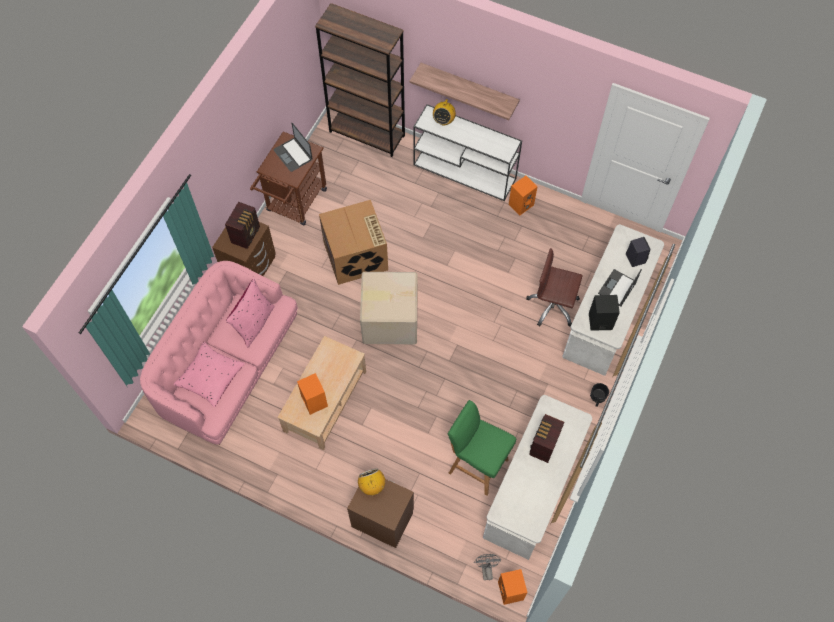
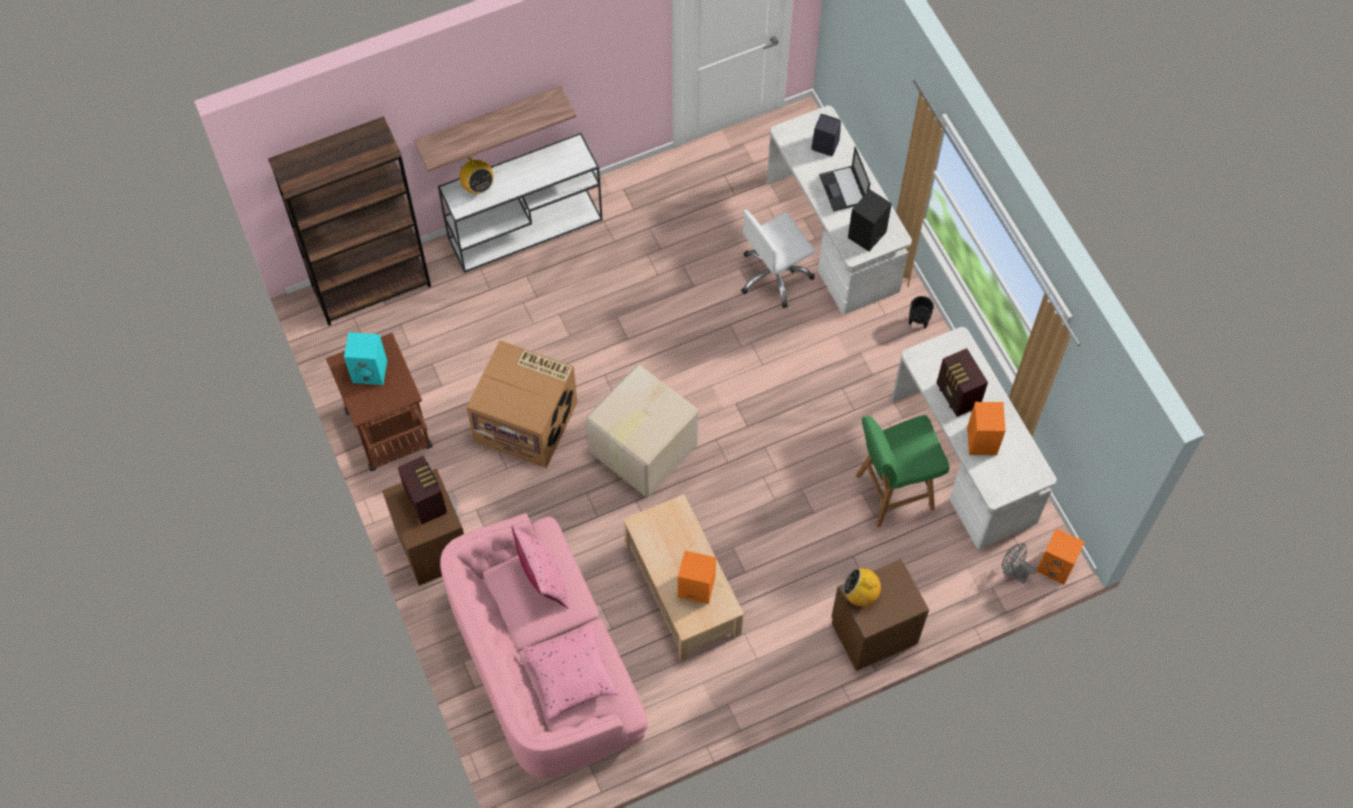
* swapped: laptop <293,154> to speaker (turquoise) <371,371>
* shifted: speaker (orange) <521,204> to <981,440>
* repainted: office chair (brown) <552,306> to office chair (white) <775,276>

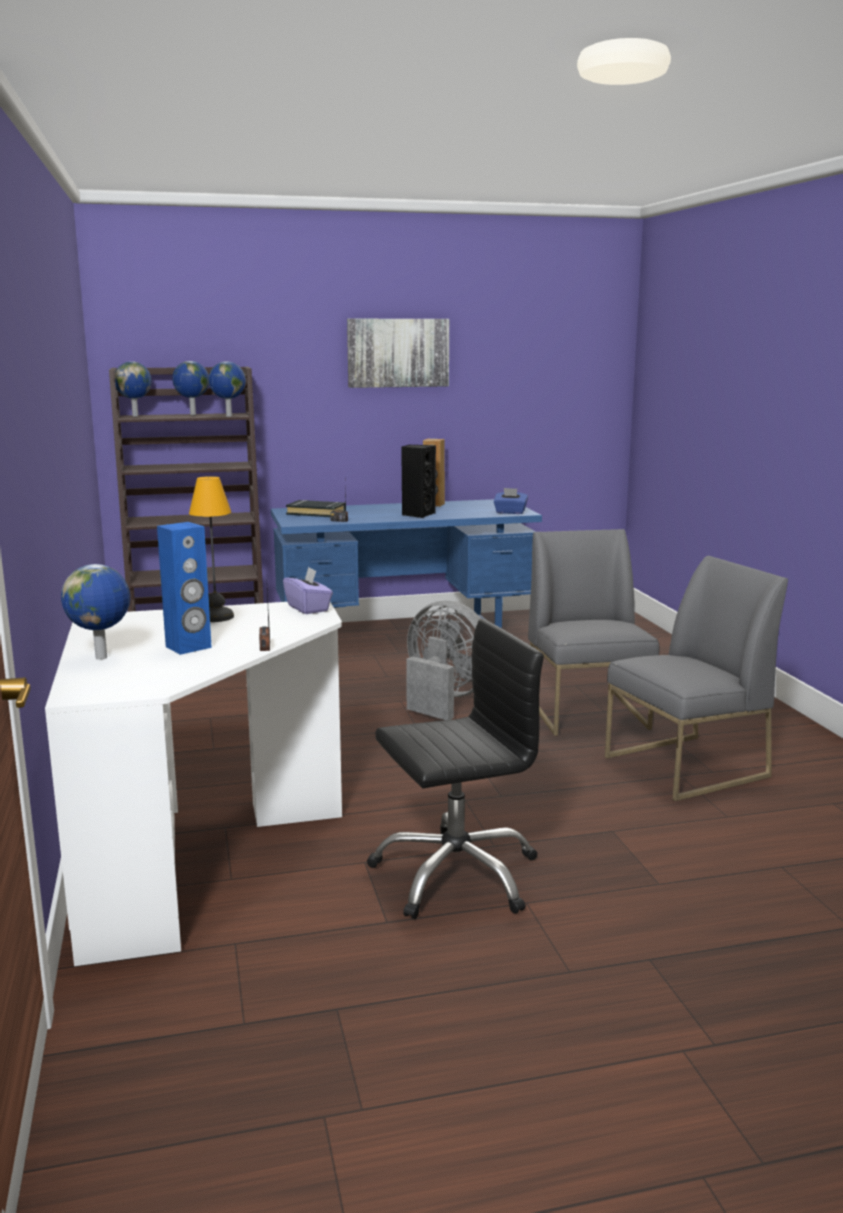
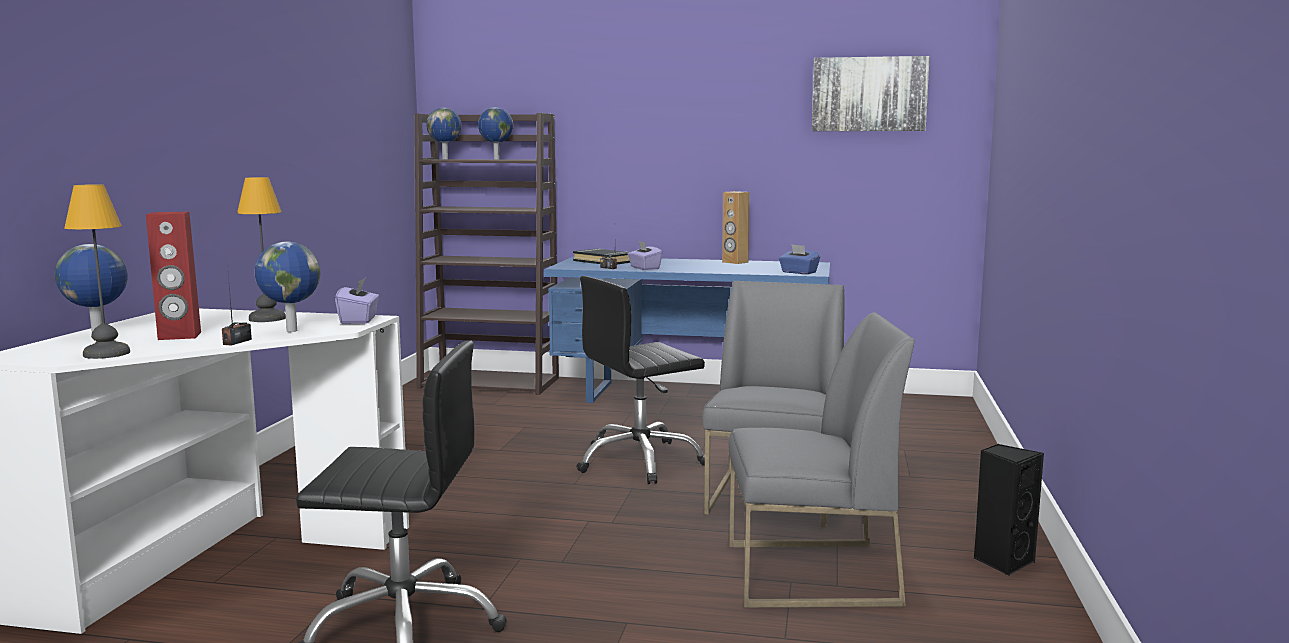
* shifted: picture <398,353> to <869,94>
* shifted: globe <228,416> to <290,331>
* shifted: speaker (black) <418,514> to <1002,561>
* repainted: speaker (blue) <188,647> to speaker (red) <179,336>
* swapped: fan (grey) <444,699> to office chair (black) <640,461>
* new: table lamp <108,353>
* new: tissue box (purple) <644,268>

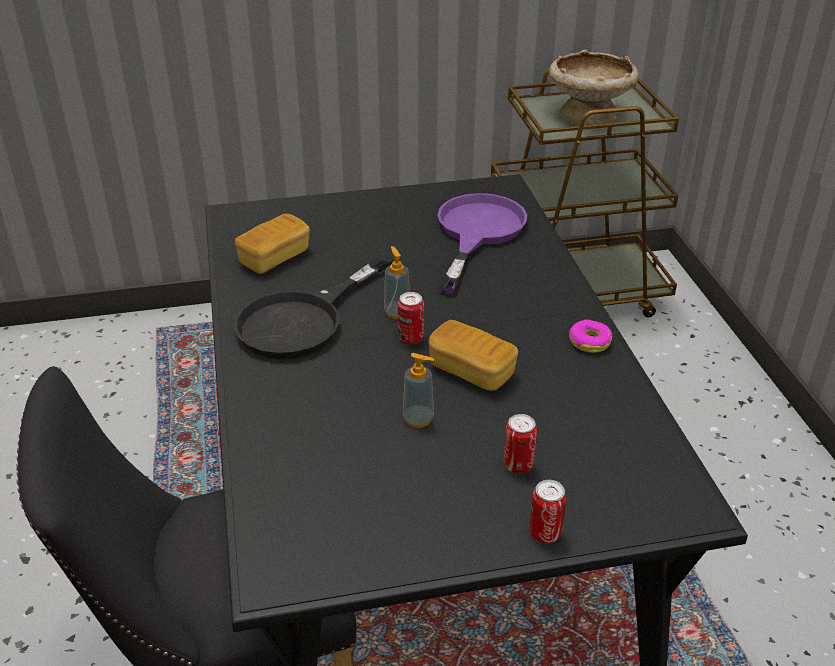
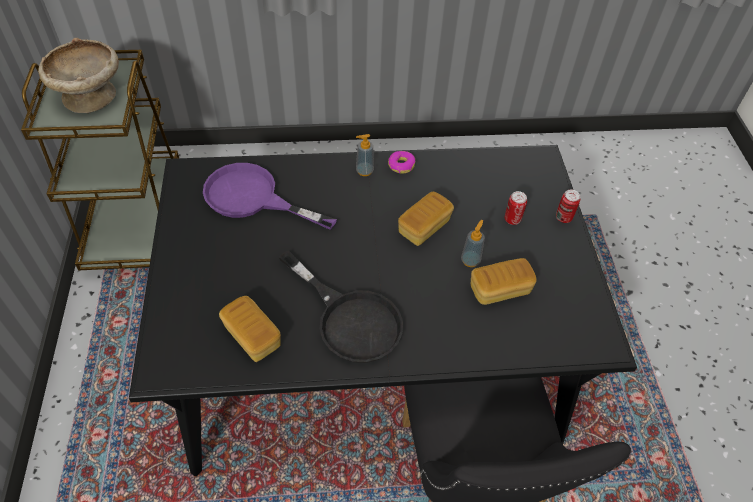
* shifted: soap dispenser <397,312> to <364,171>
* gone: can <411,338>
* new: bread <500,289>

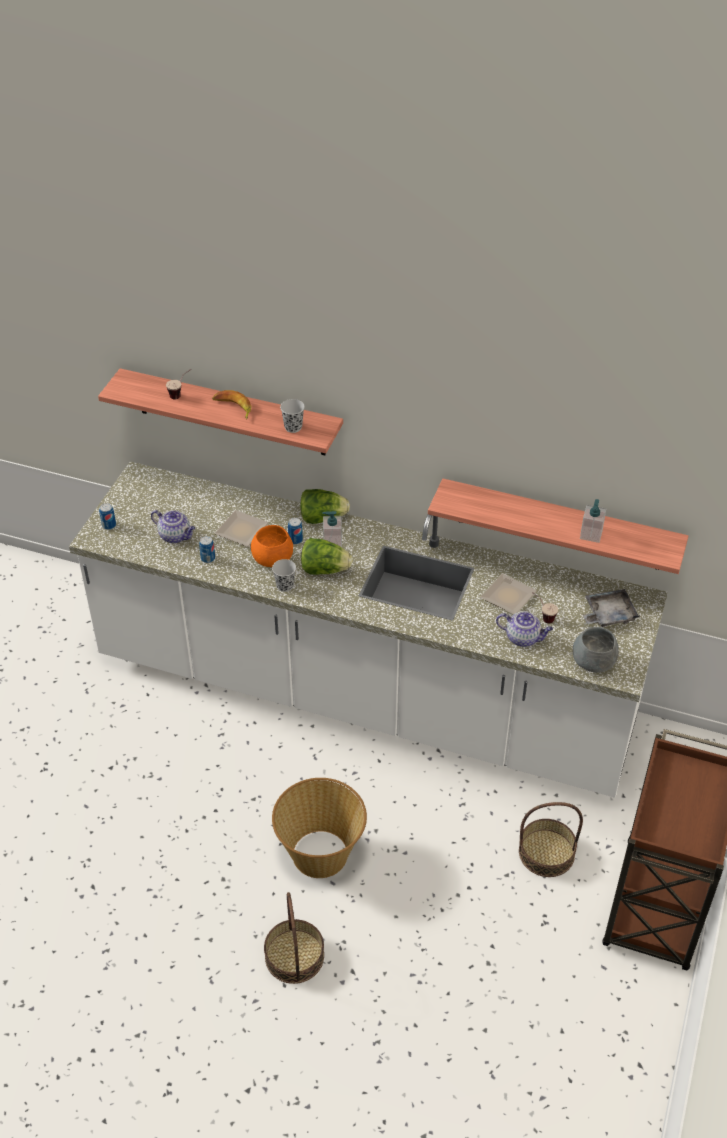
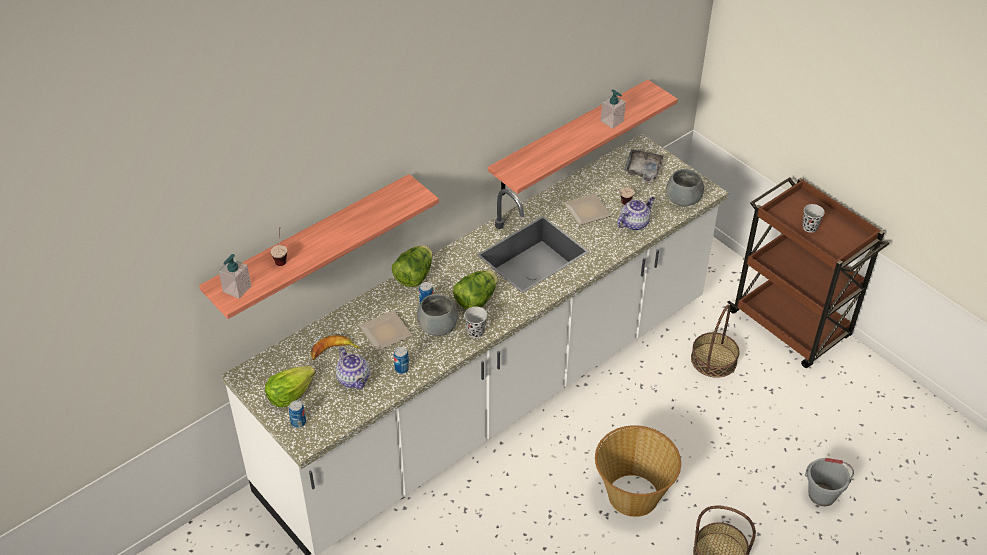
* shifted: banana <233,407> to <333,351>
* shifted: cup (black) <293,427> to <809,227>
* rotated: teapot <176,536> = <354,379> 90 degrees clockwise
* shifted: soap dispenser <332,542> to <237,289>
* repainted: bowl (orange) <273,559> to bowl (grey) <438,327>
* new: lettuce <289,395>
* new: bucket (grey) <822,494>

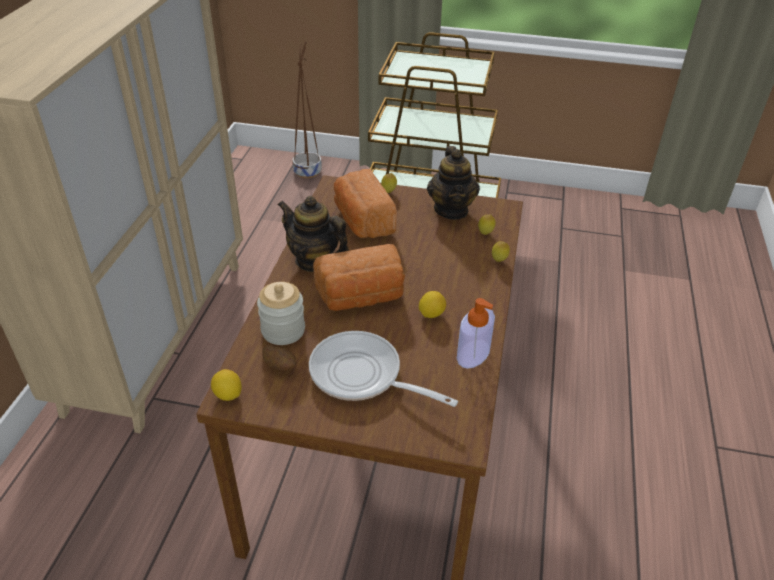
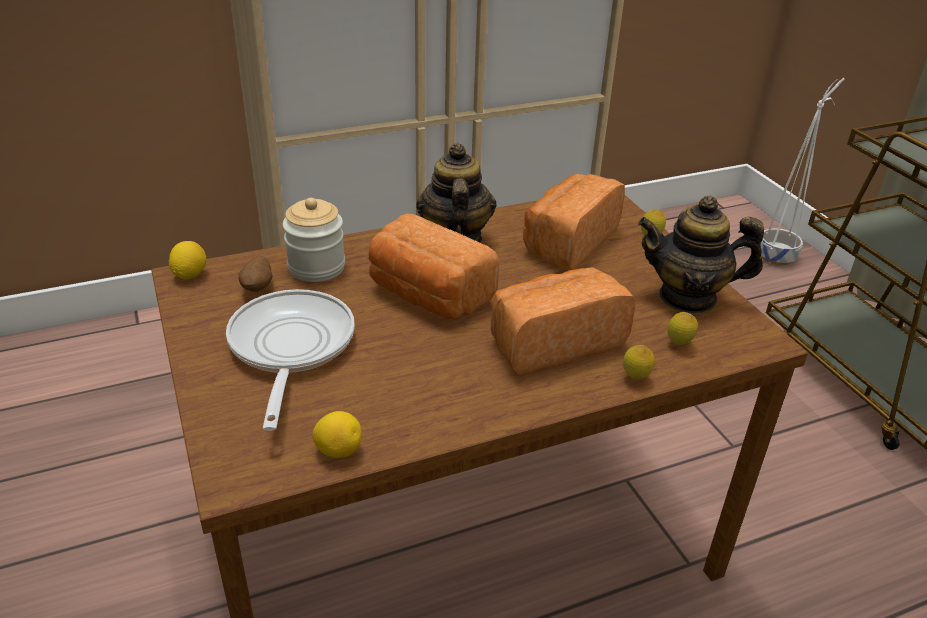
* repainted: planter (brown) <308,171> to planter (white) <777,256>
* rotated: teapot <451,210> = <688,297> 45 degrees clockwise
* shifted: lemon <431,314> to <338,450>
* gone: soap dispenser <473,354>
* new: bread <553,342>

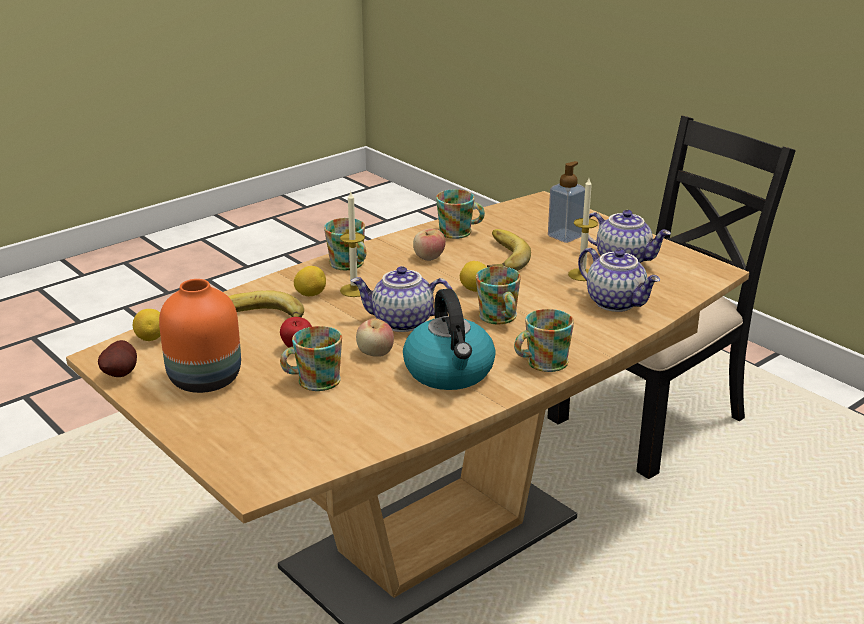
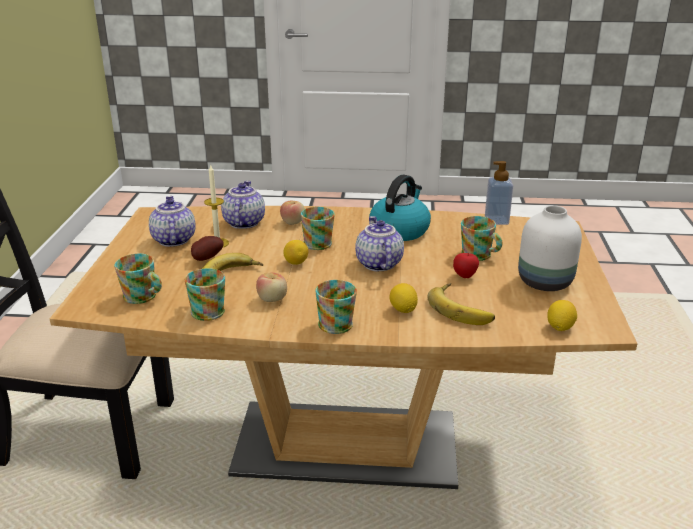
* shifted: soap dispenser <565,236> to <496,220>
* gone: candle <354,290>
* rotated: teapot <402,323> = <377,264> 150 degrees counterclockwise
* repainted: vase (orange) <207,379> to vase (white) <543,282>
* shifted: mug <541,363> to <143,297>
* shifted: apple <375,353> to <293,222>
* shifted: potato <122,374> to <206,258>

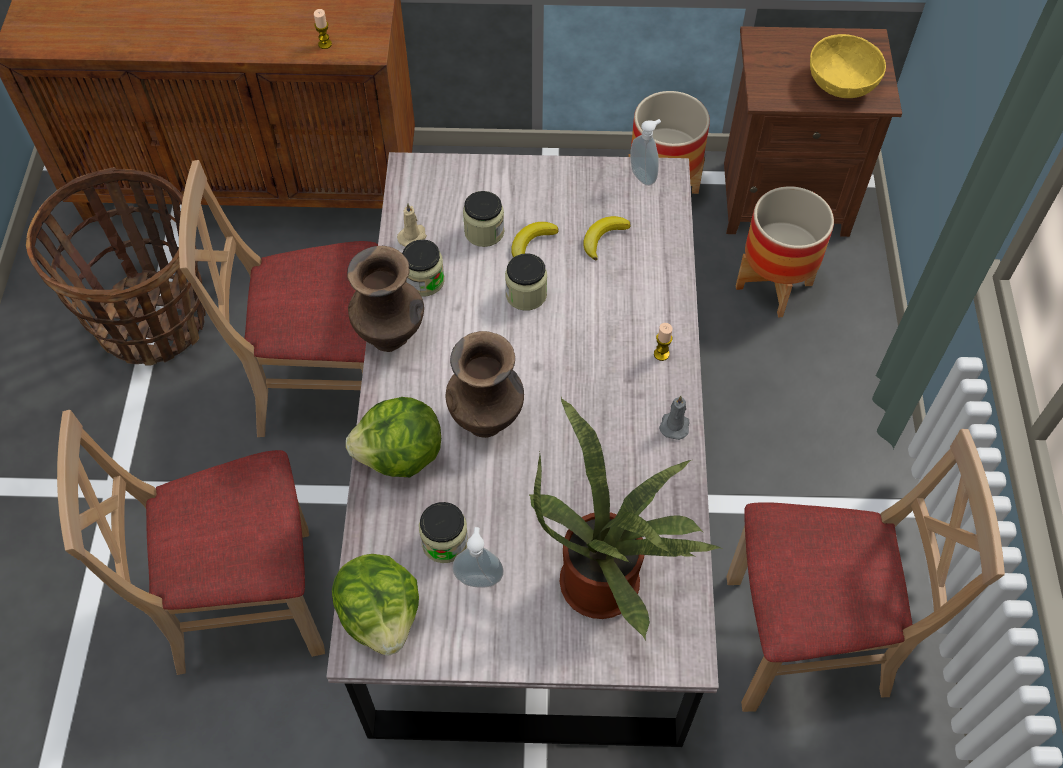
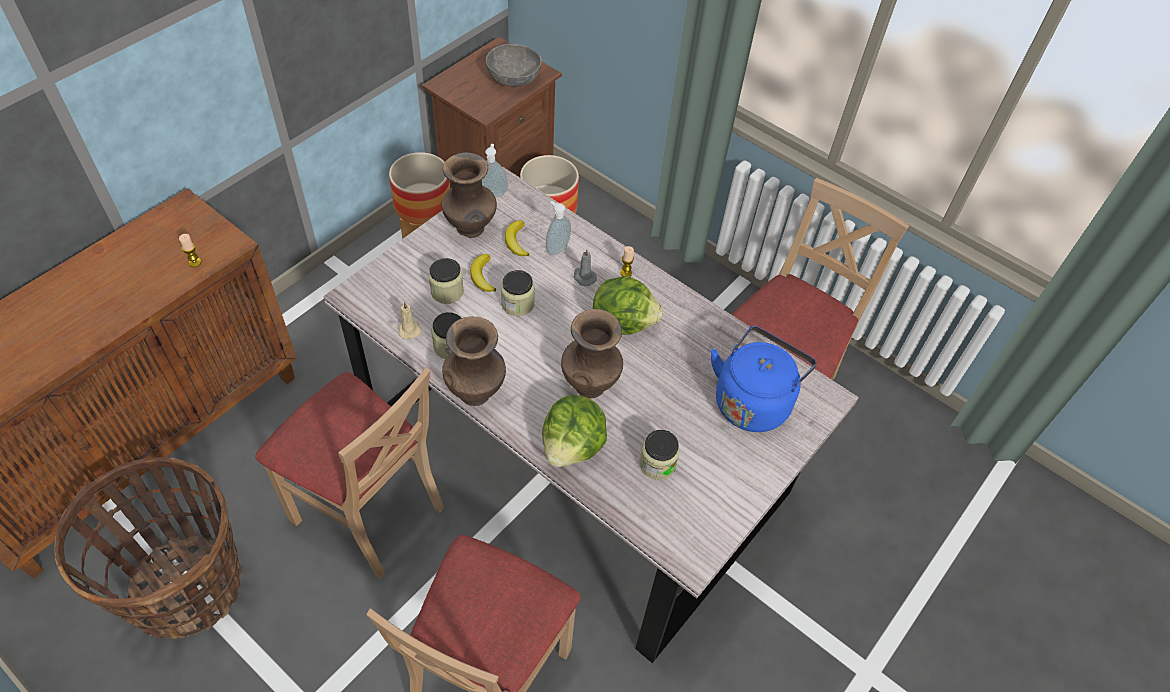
* repainted: bowl (yellow) <841,84> to bowl (grey) <514,79>
* rotated: chair (beige) <325,386> = <369,511> 90 degrees counterclockwise
* shifted: candle (grey) <674,424> to <584,277>
* swapped: potted plant <607,581> to kettle (blue) <753,401>
* shifted: soap dispenser <479,578> to <556,248>
* shifted: lettuce <381,615> to <623,321>
* new: vase (brown) <471,229>

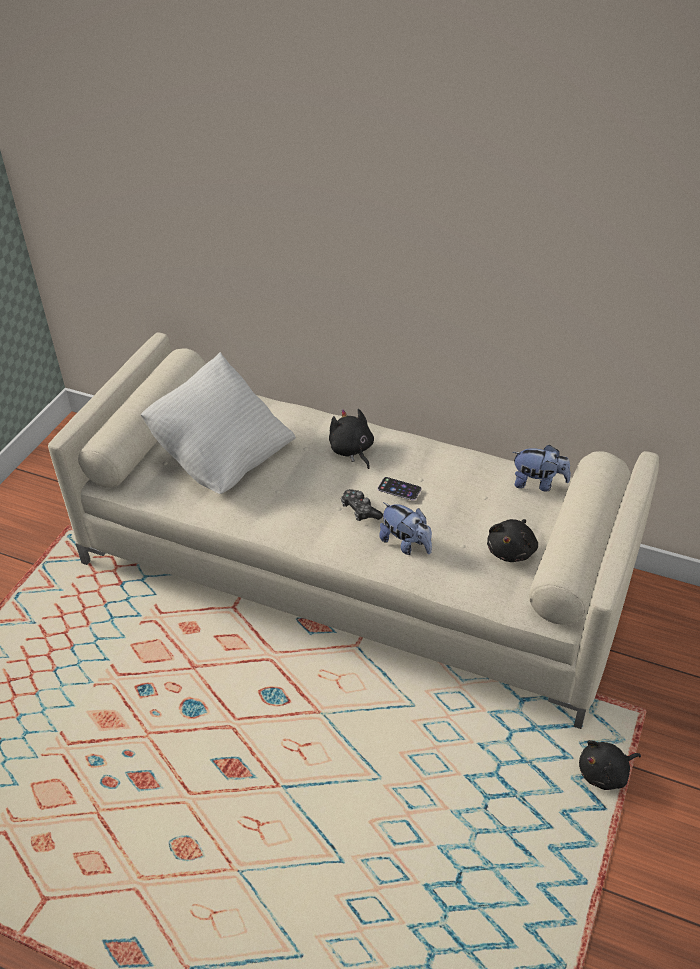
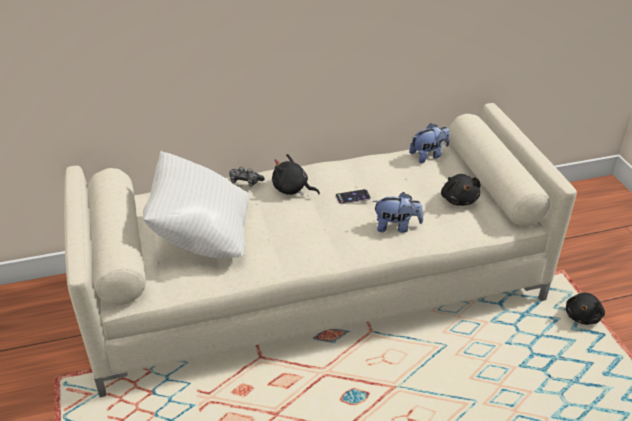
* shifted: game controller <360,510> to <245,181>

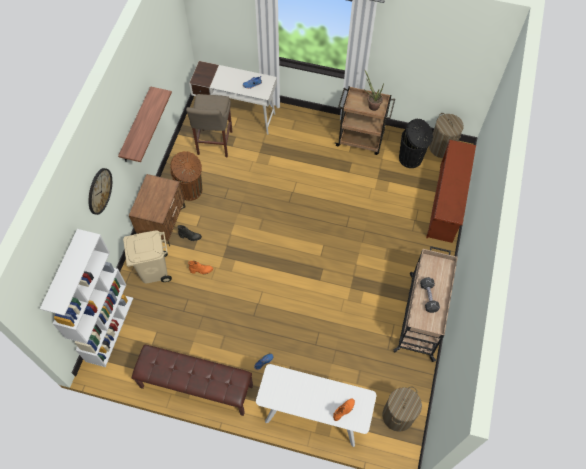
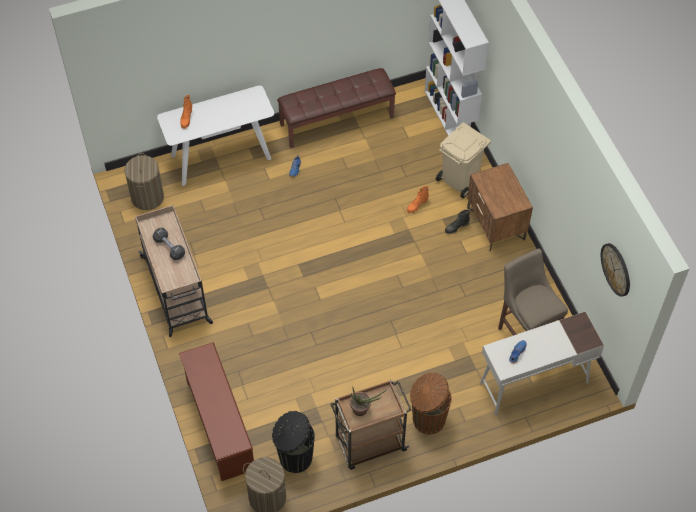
* gone: shelf <136,126>
* shifted: trash can (brown) <191,191> to <427,419>
* shifted: wall clock <99,191> to <616,269>

